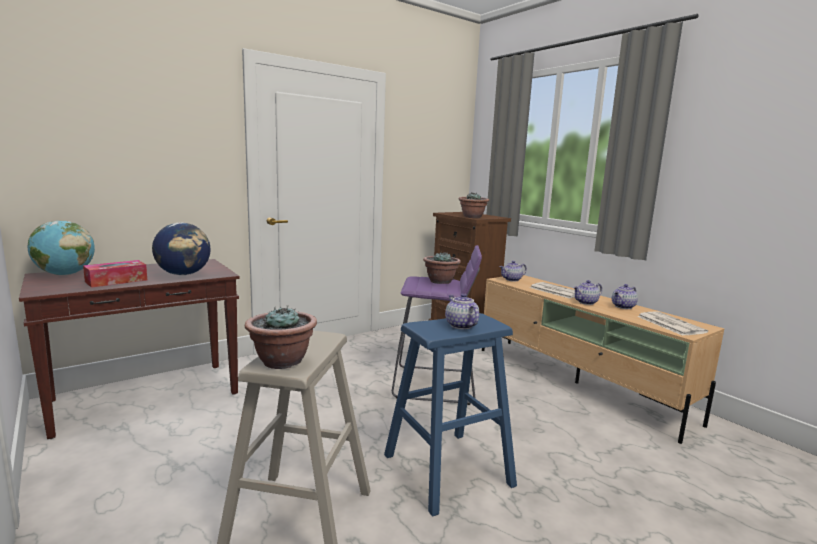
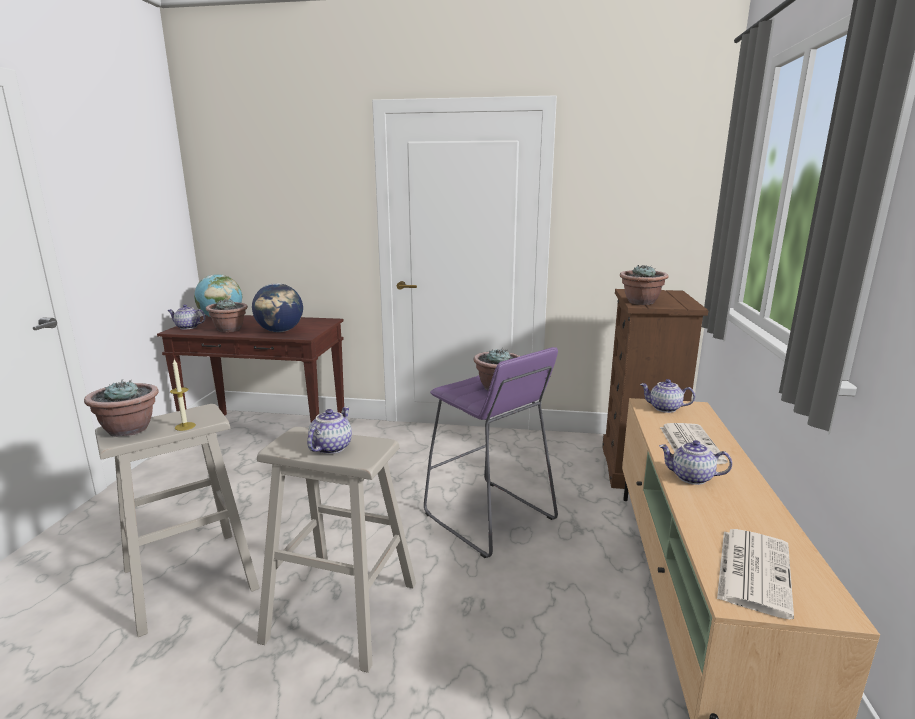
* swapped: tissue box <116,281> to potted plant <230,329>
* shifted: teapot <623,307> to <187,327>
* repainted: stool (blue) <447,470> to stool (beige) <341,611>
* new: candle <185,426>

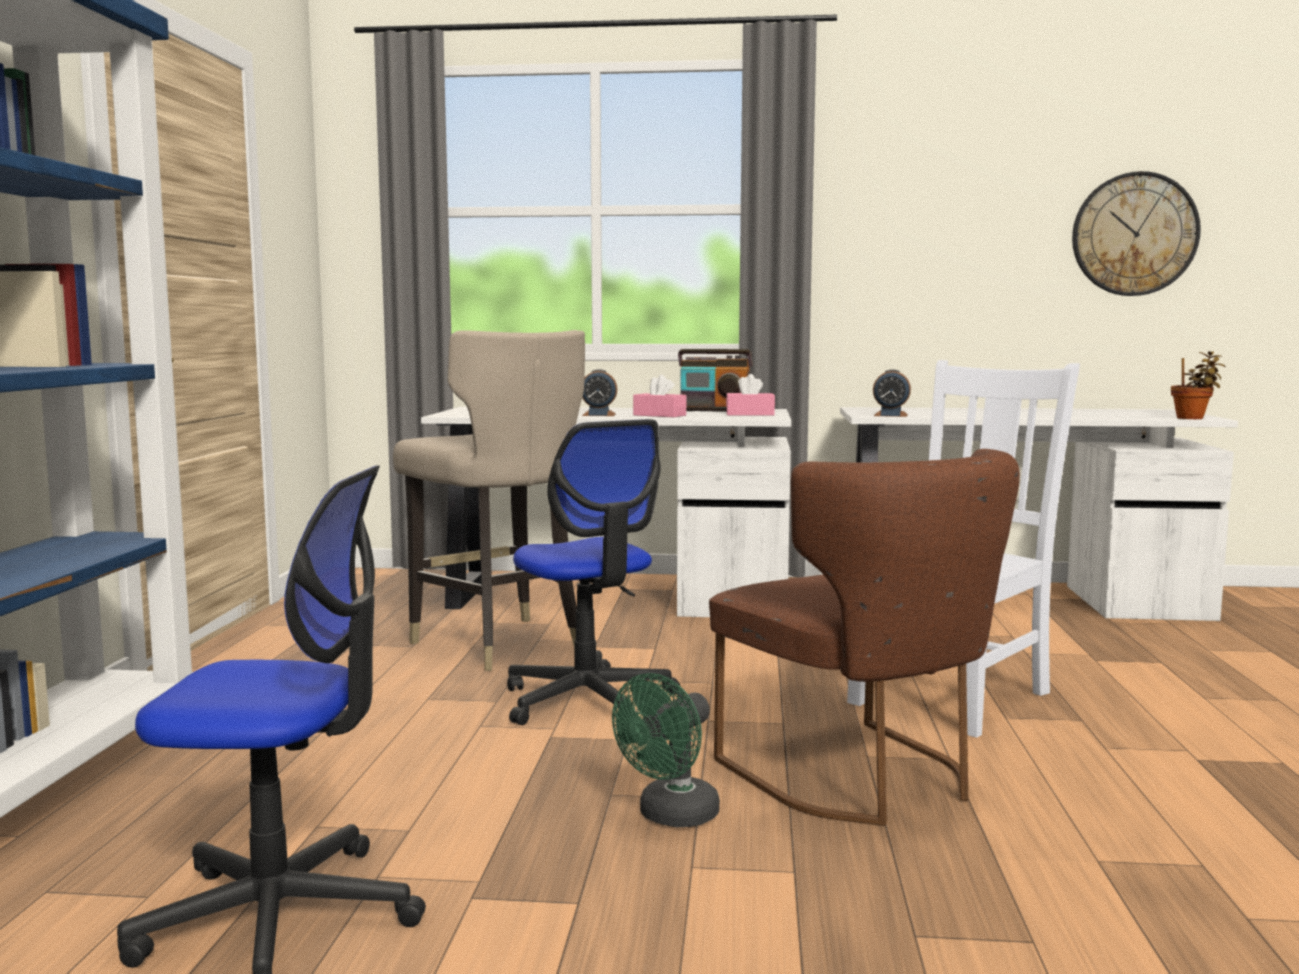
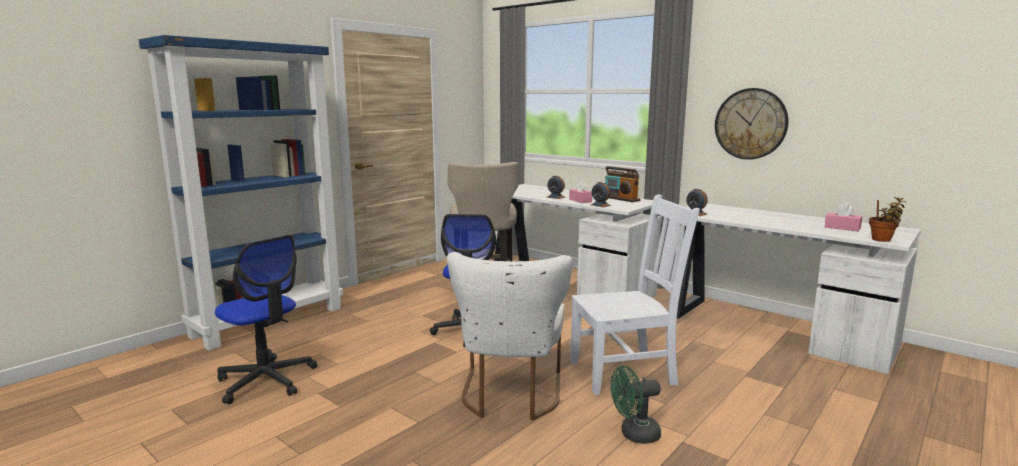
* shifted: wall clock <1134,234> to <750,124>
* shifted: tissue box (pink) <750,414> to <842,228>
* repainted: chair (brown) <863,779> to chair (white) <510,396>
* shifted: fan (green) <671,817> to <634,435>
* new: alarm clock <600,205>

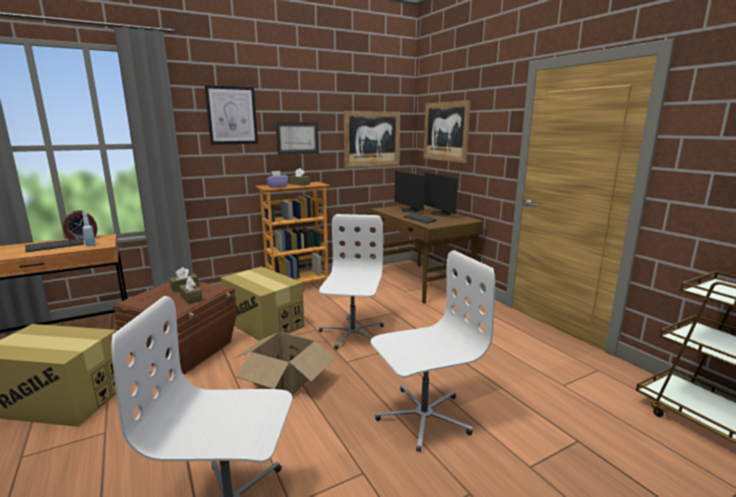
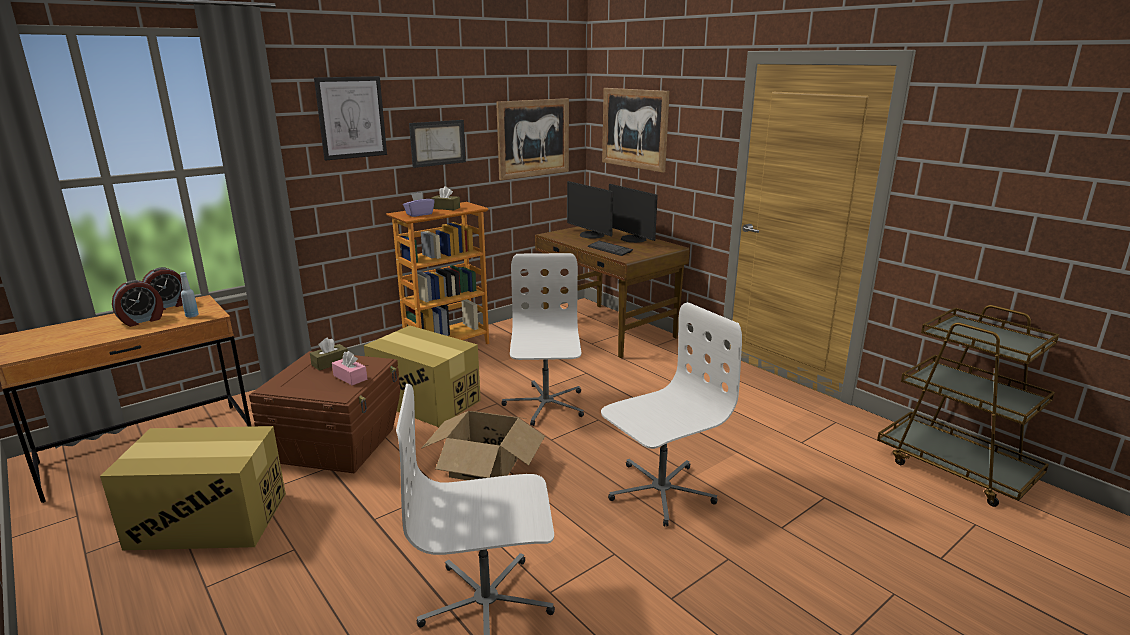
* swapped: keyboard <55,246> to alarm clock <142,320>
* repainted: tissue box (brown) <191,298> to tissue box (pink) <350,377>

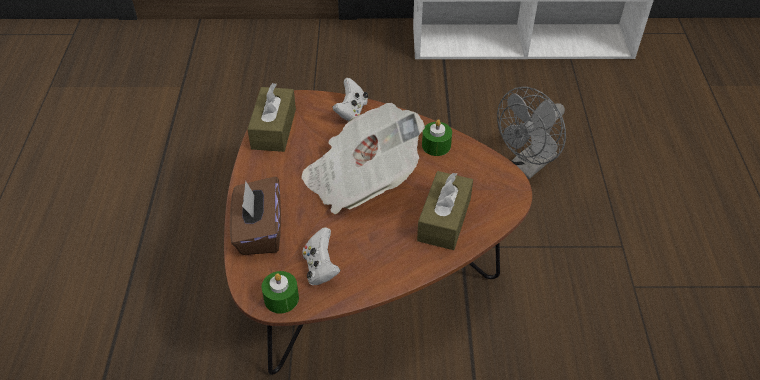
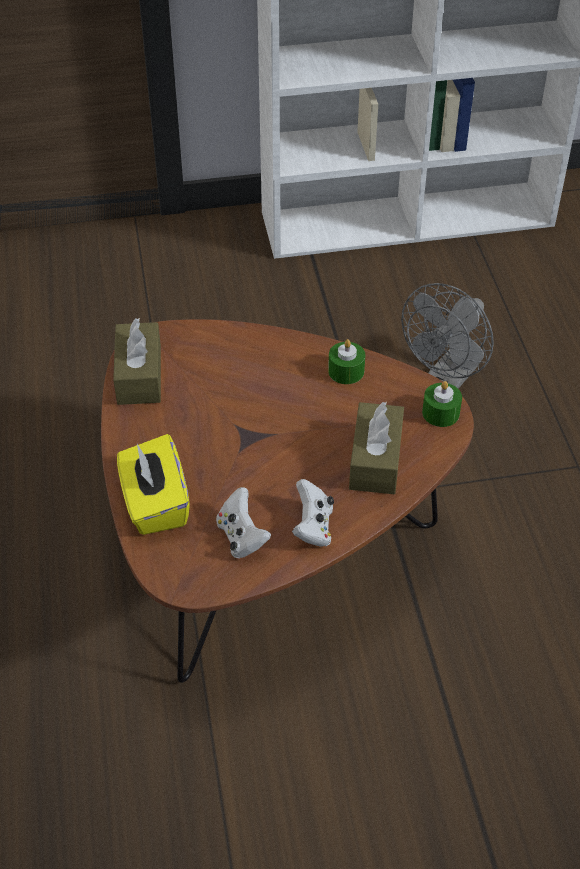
* shifted: game controller (white) <351,112> to <313,527>
* gone: newspaper <361,179>
* repainted: tissue box (brown) <259,231> to tissue box (yellow) <155,504>
* shifted: candle (green) <281,298> to <440,413>

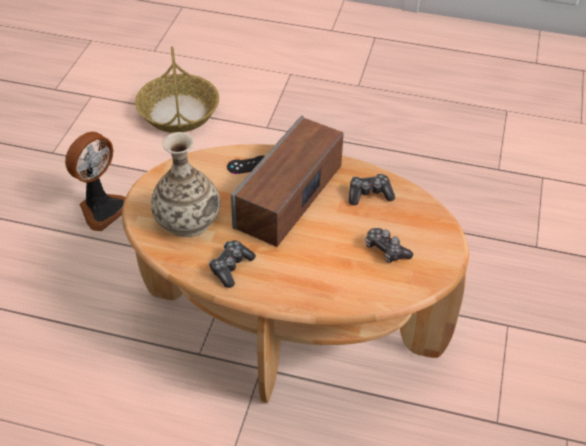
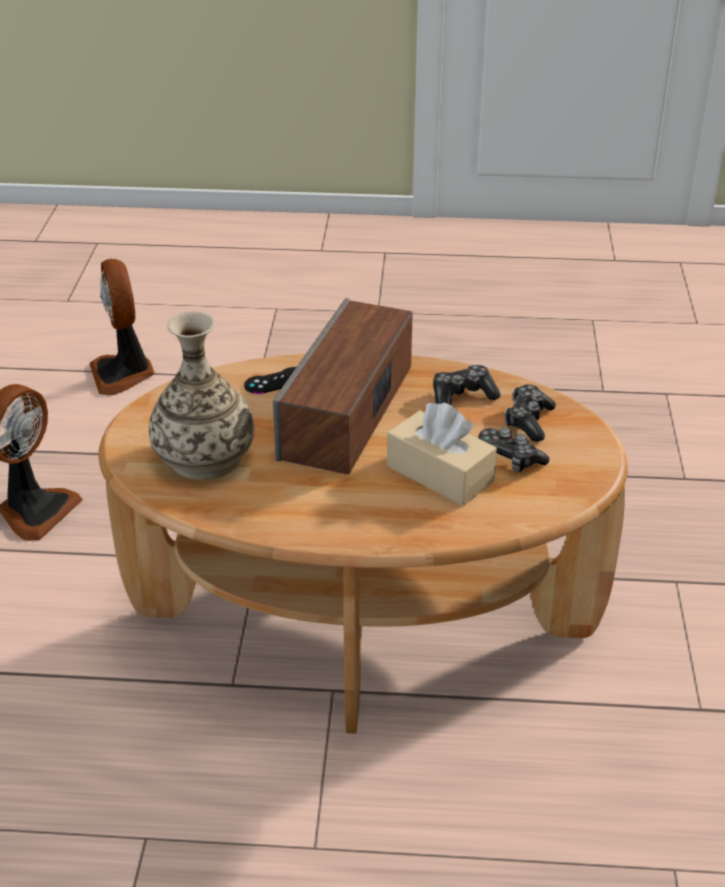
* swapped: basket <179,113> to fan <123,374>
* shifted: game controller <231,267> to <528,421>
* new: tissue box (beige) <440,474>

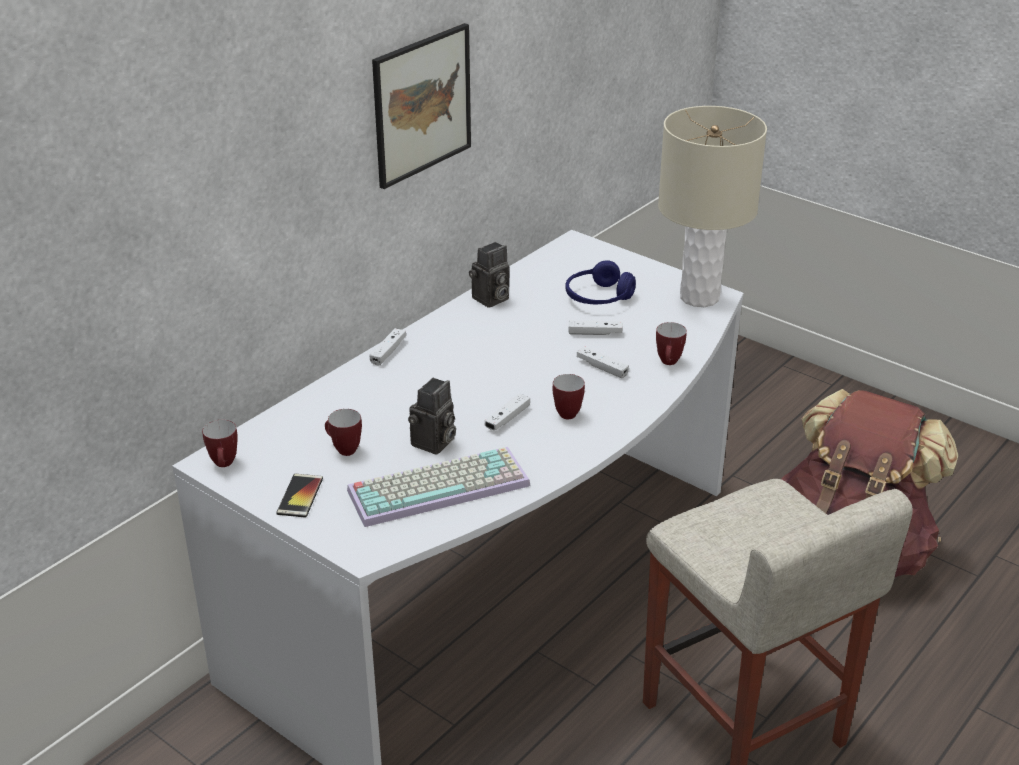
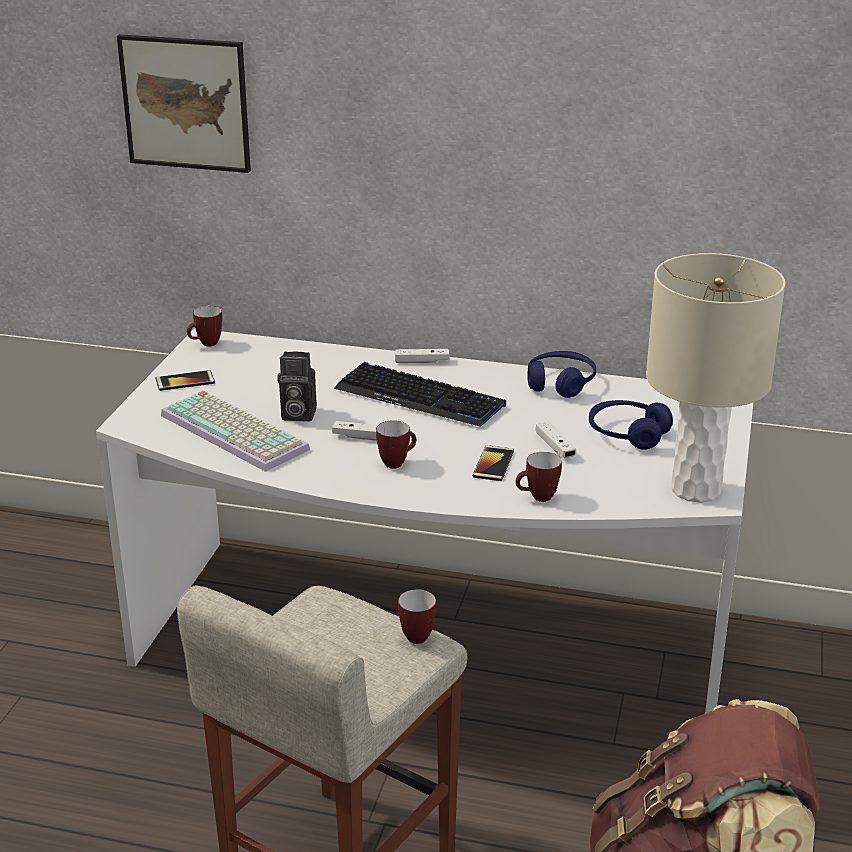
* shifted: picture <422,105> to <185,103>
* swapped: photo camera <490,300> to headphones (blue) <560,383>
* swapped: game controller (white) <602,368> to phone <493,464>
* shifted: mug <343,449> to <417,634>
* new: keyboard <420,398>

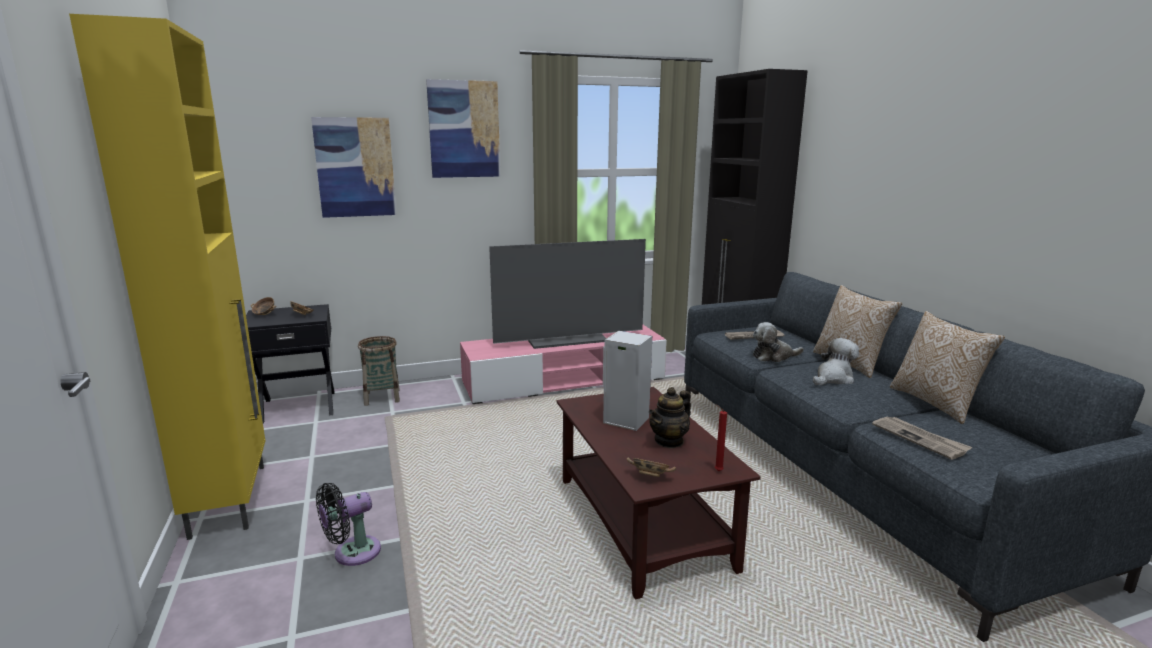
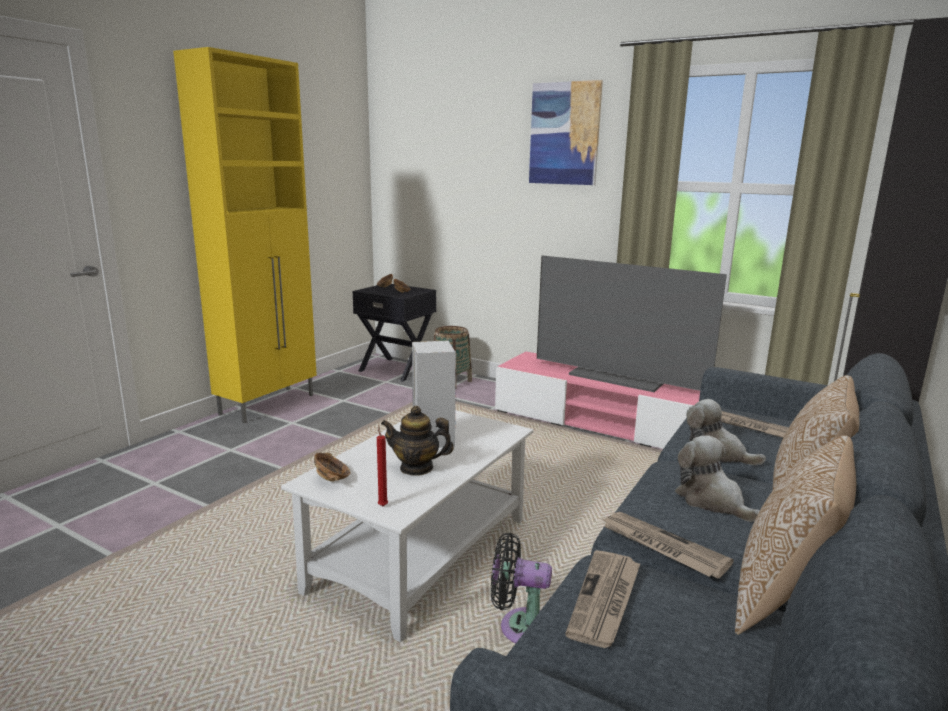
* gone: picture <355,167>
* rotated: plush toy <833,378> = <712,501> 135 degrees counterclockwise
* repainted: coffee table (brown) <643,523> to coffee table (white) <420,556>
* shifted: fan (black) <352,553> to <521,627>
* new: newspaper <662,547>

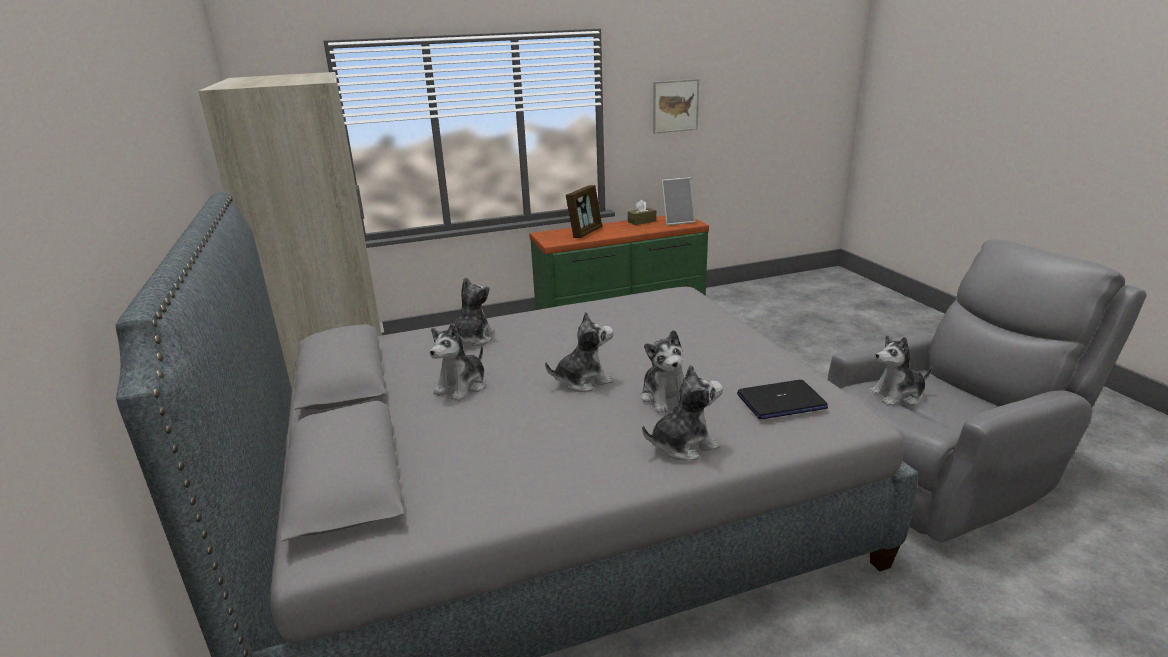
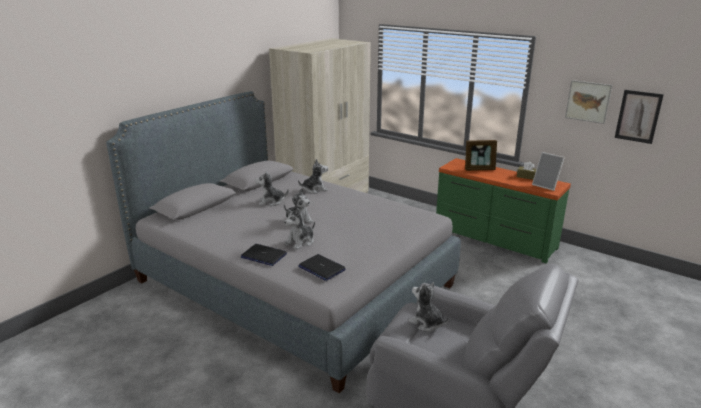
* swapped: plush toy <683,445> to laptop <263,256>
* new: picture <638,116>

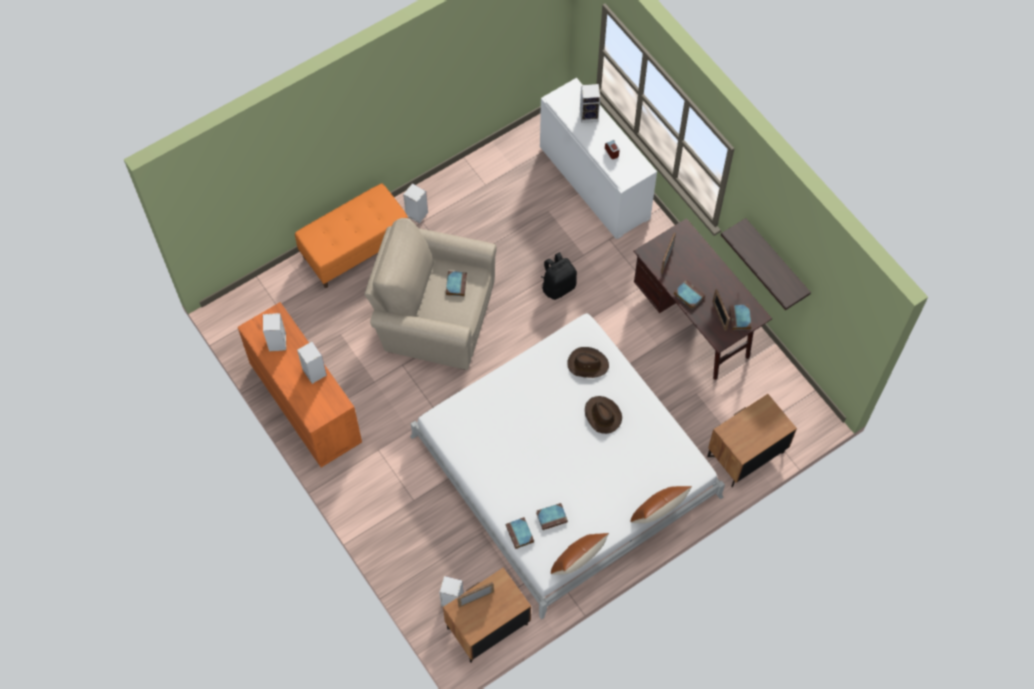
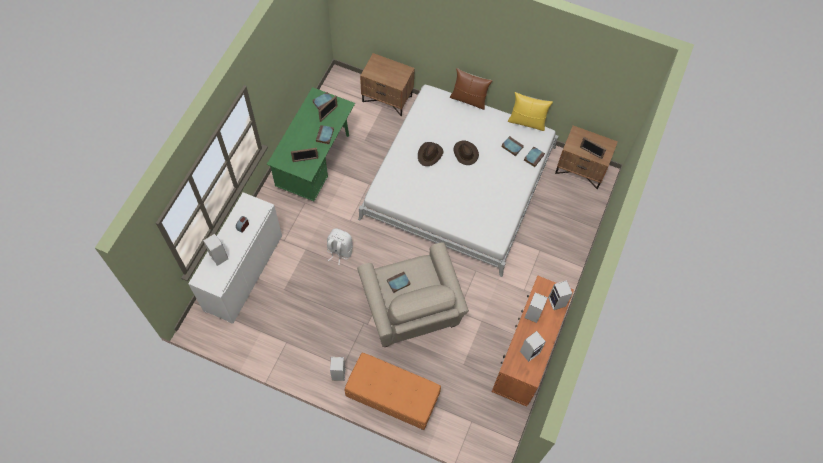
* repainted: desk (brown) <694,322> to desk (green) <316,163>
* gone: shelf <776,261>
* repainted: backpack (black) <558,286> to backpack (white) <339,251>
* shifted: hat (brown) <587,364> to <465,153>
* repainted: pillow (brown) <577,562> to pillow (yellow) <527,122>
* shifted: speaker <451,600> to <557,302>

